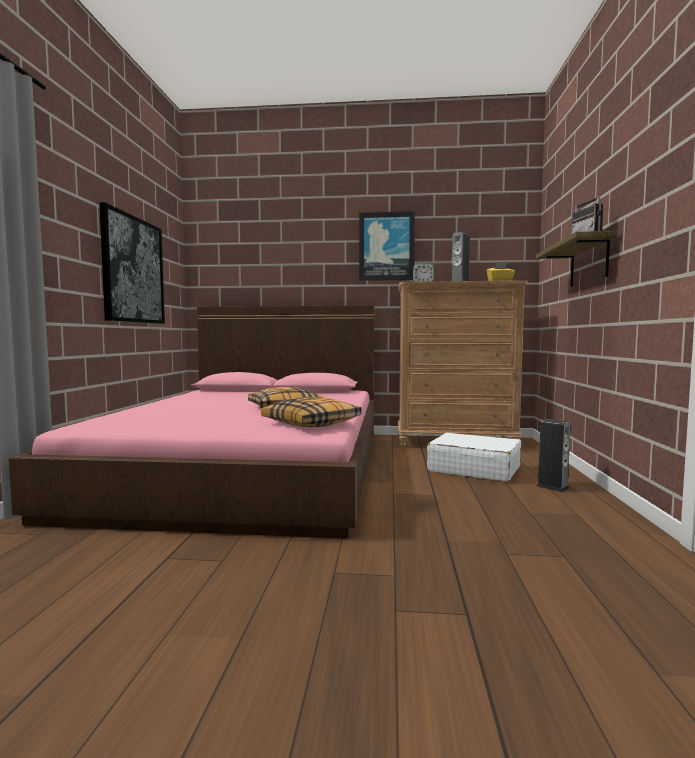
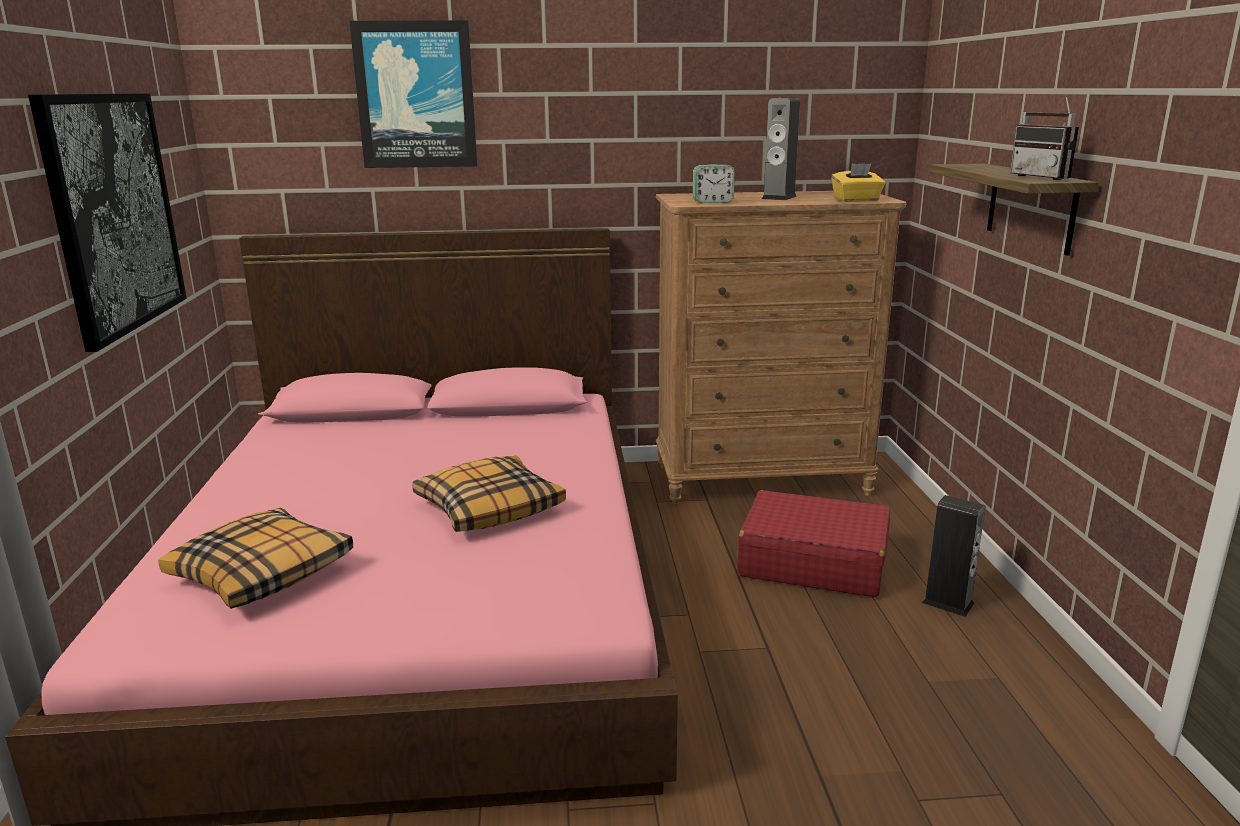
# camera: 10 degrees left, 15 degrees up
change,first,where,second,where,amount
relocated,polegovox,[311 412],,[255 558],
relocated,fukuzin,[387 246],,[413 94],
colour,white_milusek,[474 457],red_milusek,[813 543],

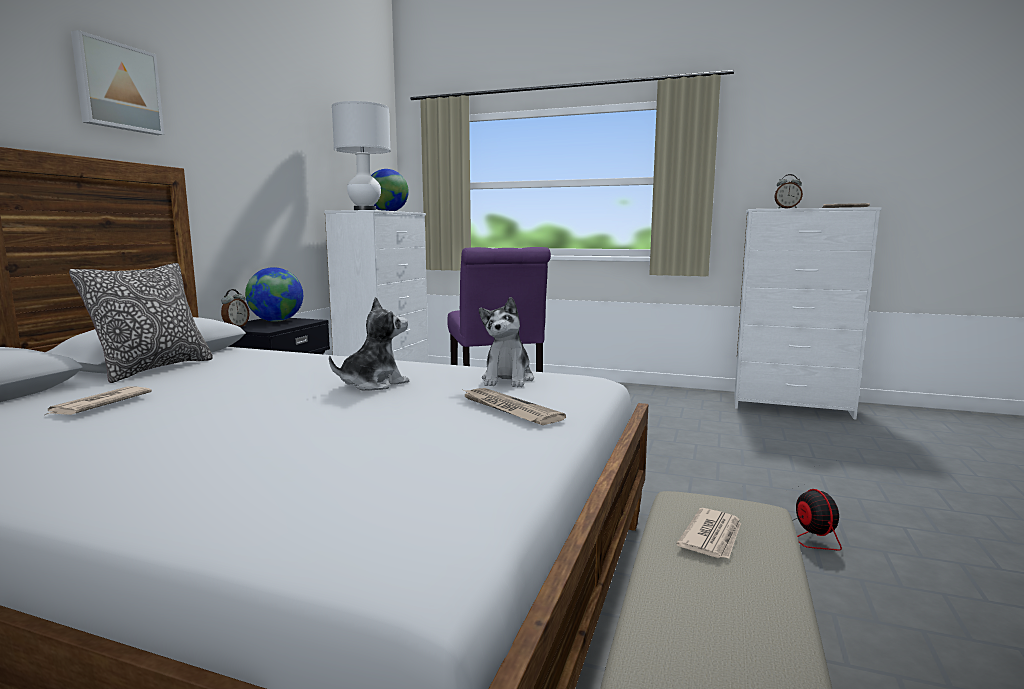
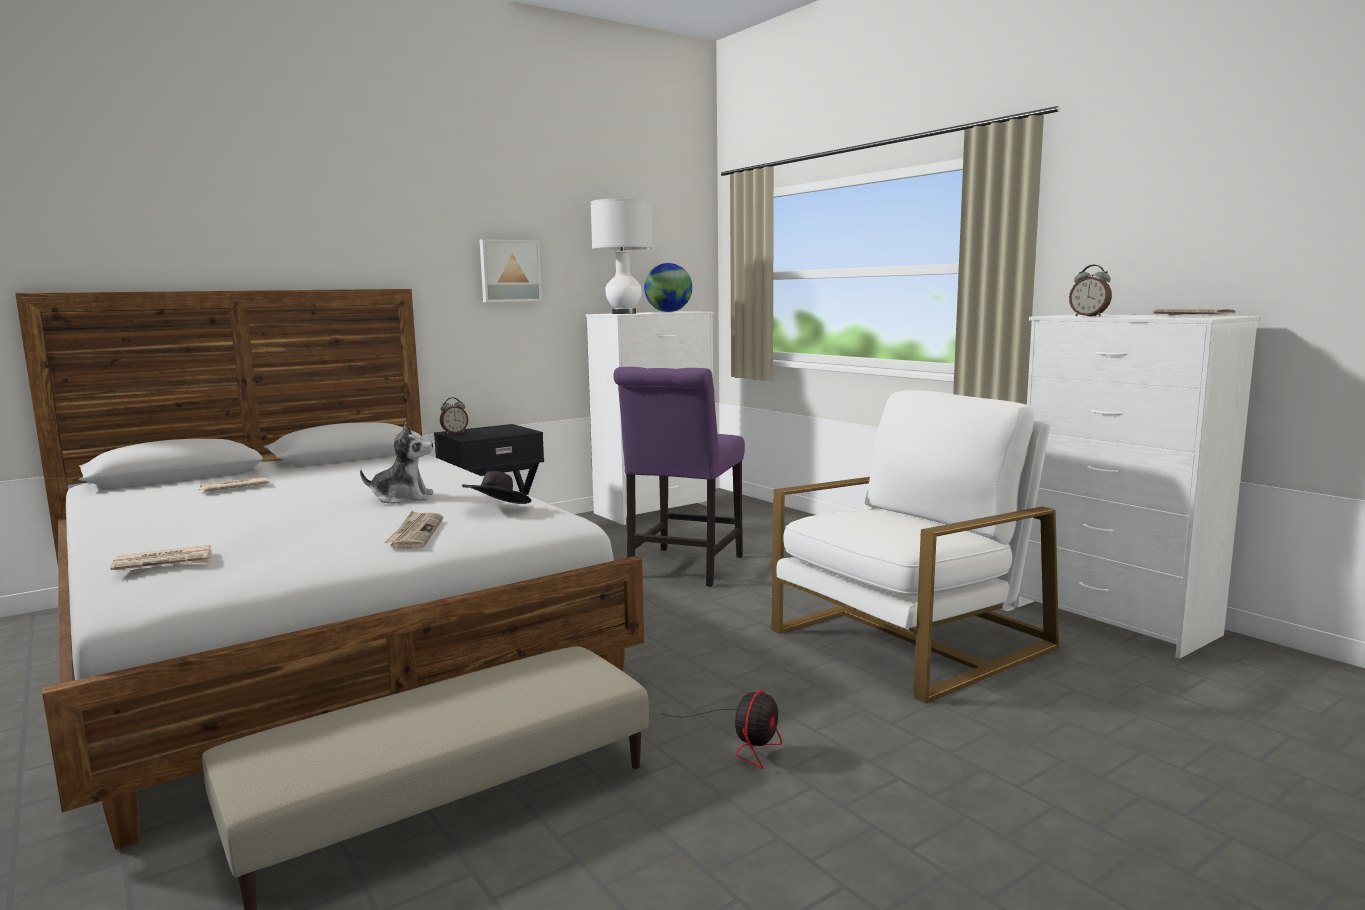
# camera: 35 degrees right, 0 degrees up
change,first,where,second,where,amount
missing,polegovox,[141 323],,,
missing,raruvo,[274 294],,,
appeared,,,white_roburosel,[915 547],
relocated,fukuzin,[117 82],,[511 270],
relocated,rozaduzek,[709 533],,[161 558],
exchanged,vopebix,[506 342],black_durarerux,[496 487],

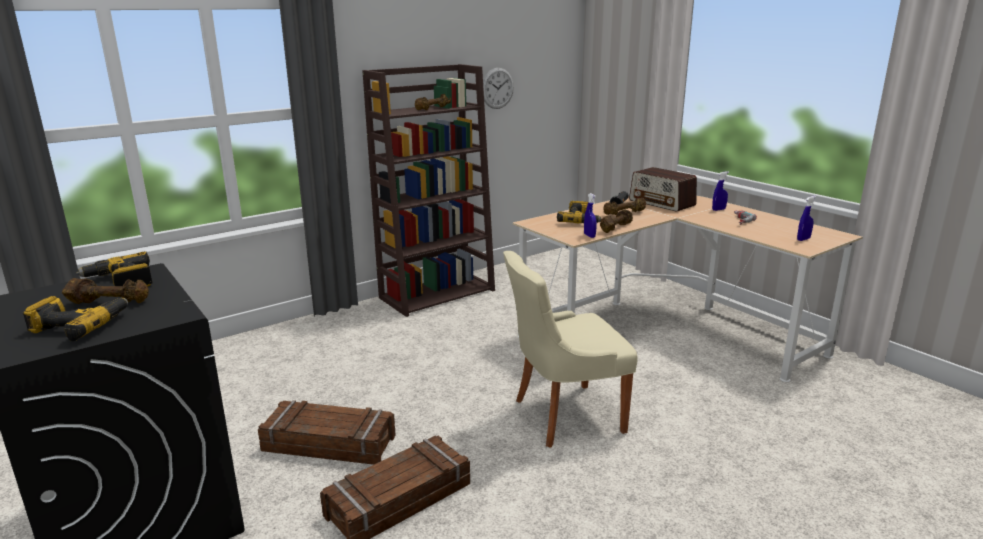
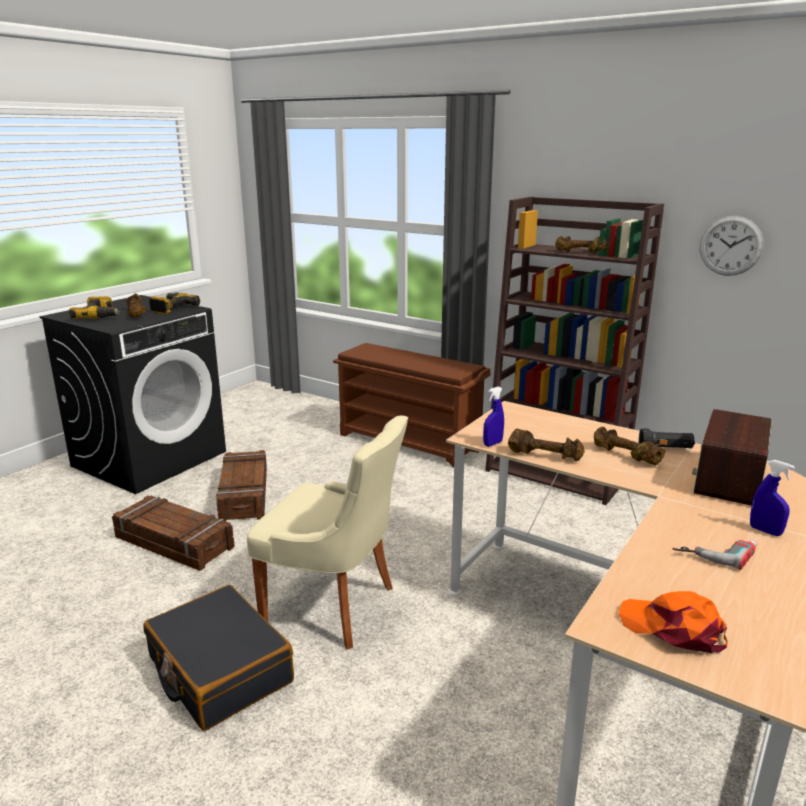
# camera: 70 degrees right, 0 degrees up
change,first,where,second,where,amount
missing,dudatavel,[579 212],,,
appeared,,,black_milusek,[218 658],
appeared,,,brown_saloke,[412 405],
exchanged,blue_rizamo,[806 218],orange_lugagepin,[672 622],
spun,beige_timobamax,[570 349],,[327 532],150 degrees clockwise

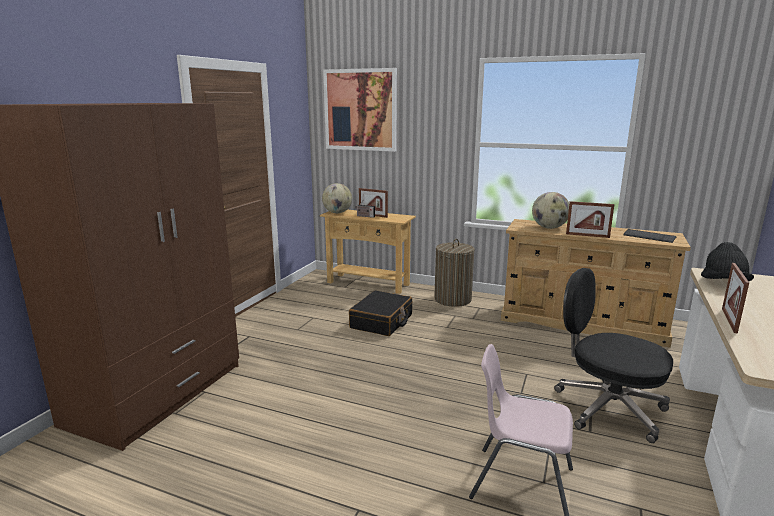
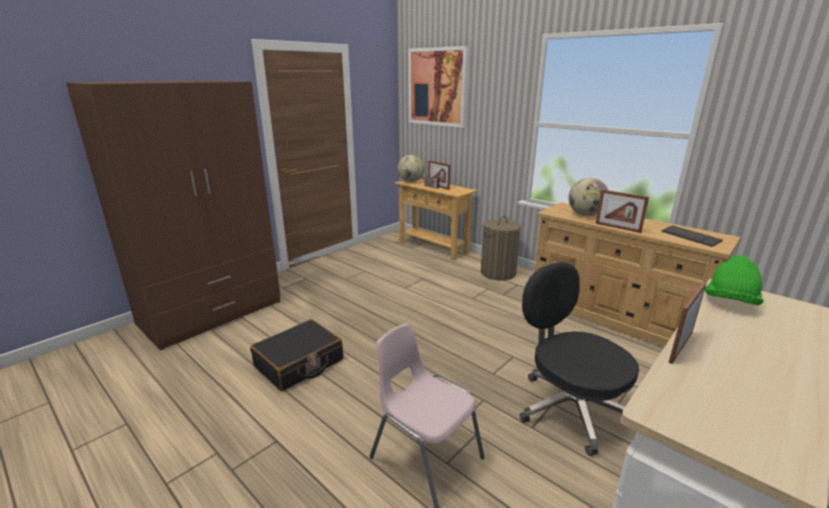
# camera: 20 degrees right, 5 degrees up
change,first,where,second,where,amount
relocated,black_milusek,[380 313],,[296 355],
colour,black_durarerux,[727 261],green_durarerux,[734 280],

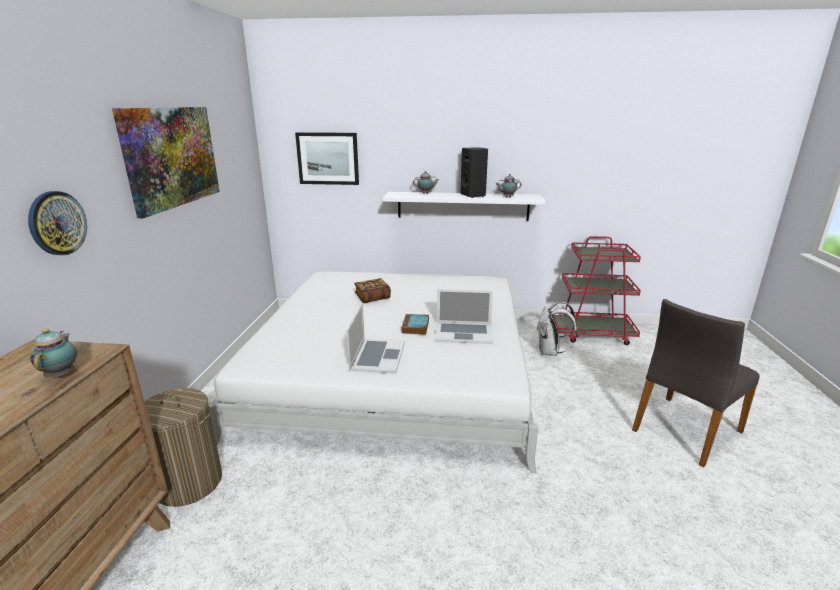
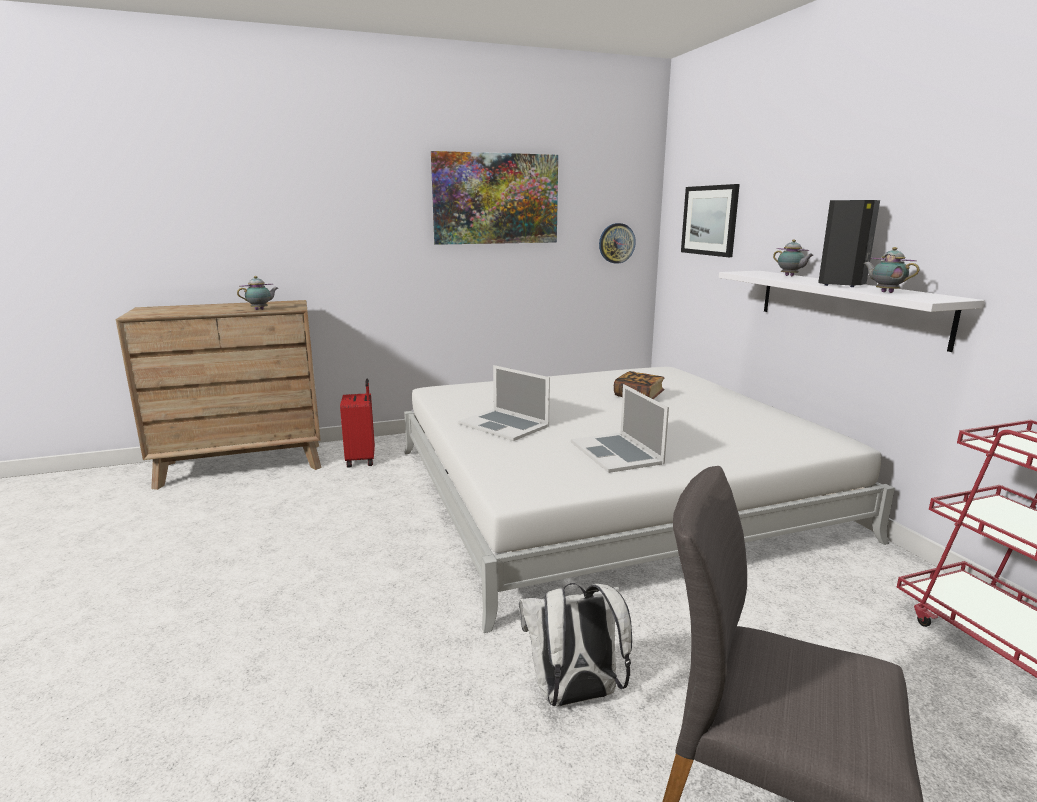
# camera: 65 degrees right, 5 degrees down
change,first,where,second,where,amount
missing,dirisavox,[415 324],,,
relocated,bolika,[57 223],,[617 243],
relocated,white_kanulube,[557 329],,[575 644],
exchanged,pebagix,[183 447],red_milusek,[357 423],
spun,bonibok,[376 338],,[504 403],60 degrees clockwise

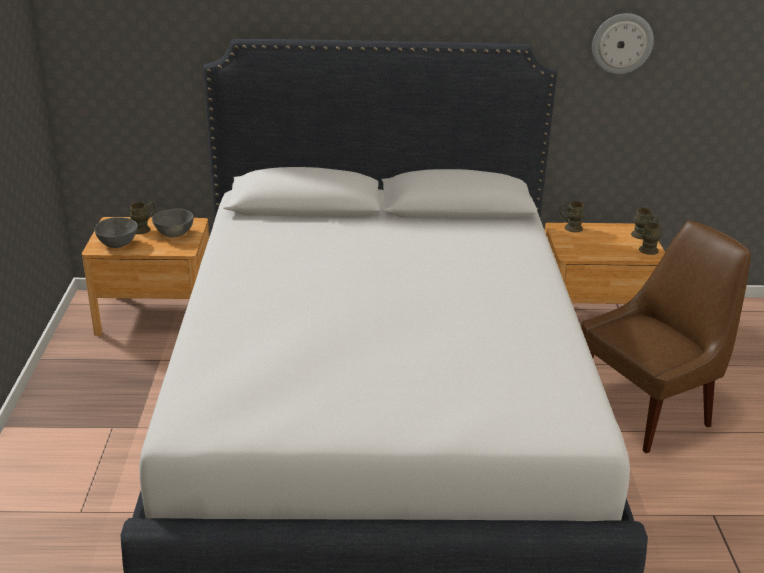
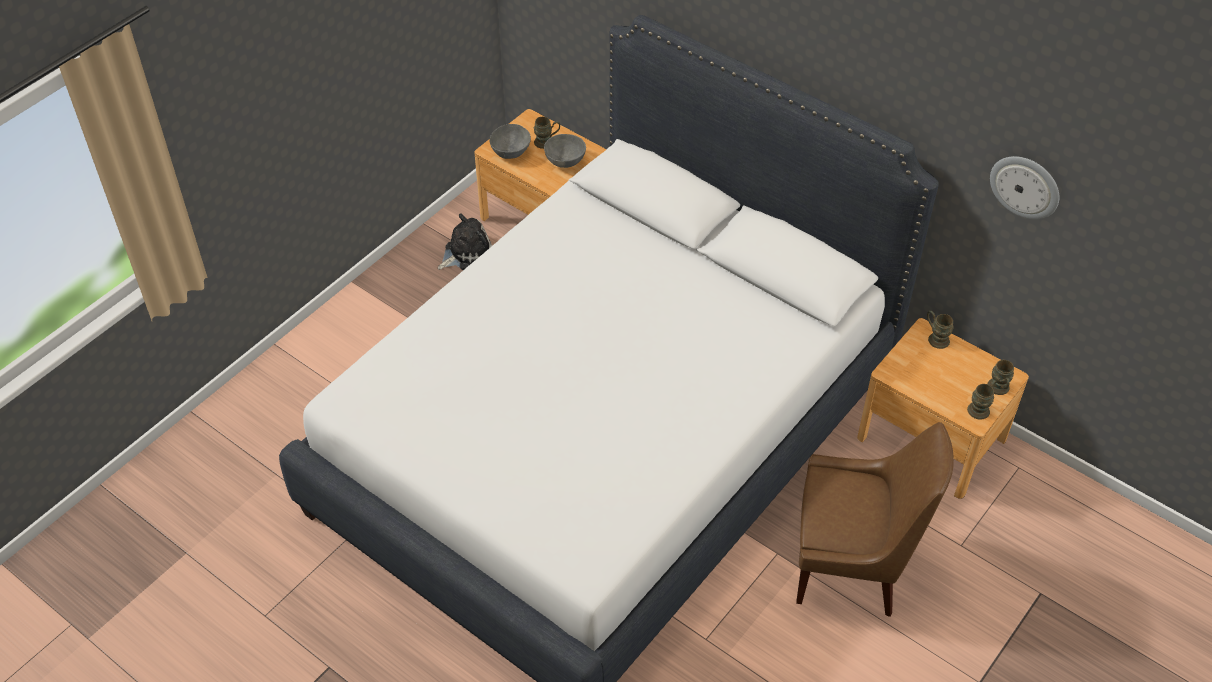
# camera: 40 degrees right, 20 degrees up
change,first,where,second,where,amount
appeared,,,vopebix,[465 241],

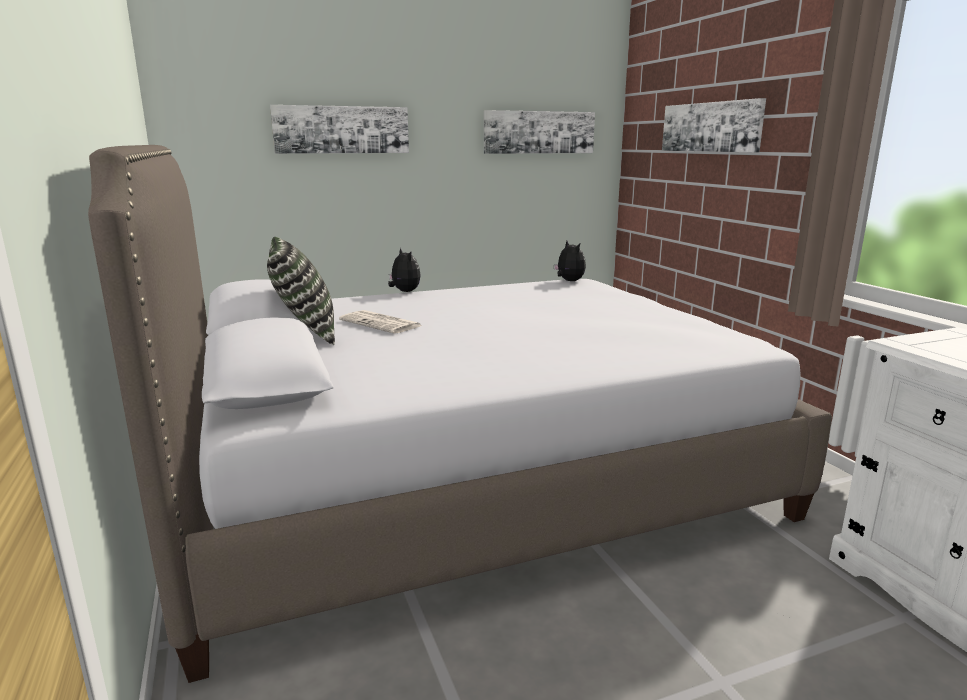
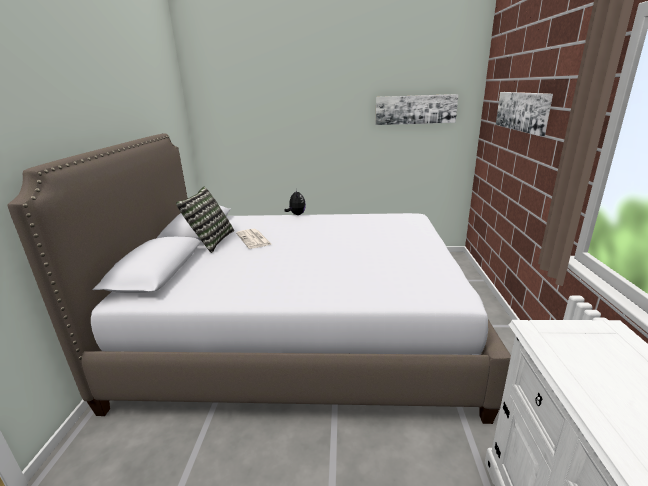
# camera: 25 degrees right, 5 degrees up
change,first,where,second,where,amount
missing,fukuzin,[339 129],,,
missing,vopebix,[570 261],,,

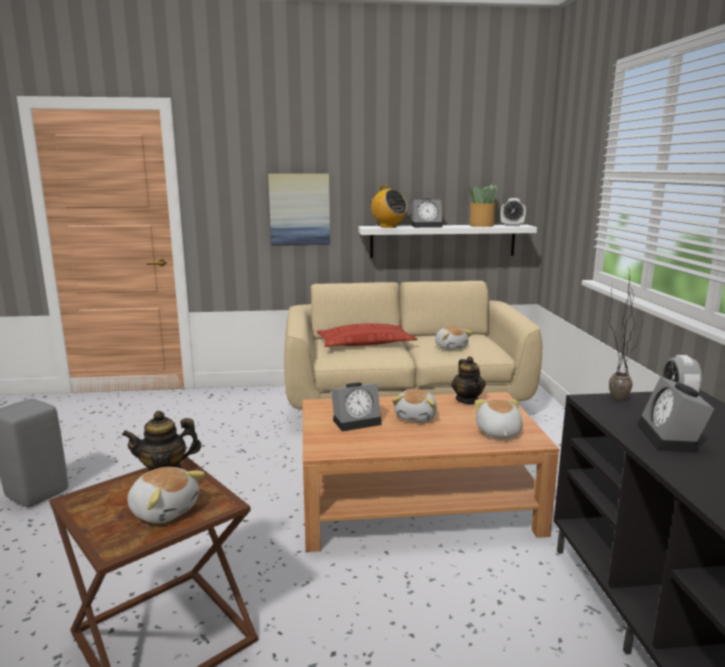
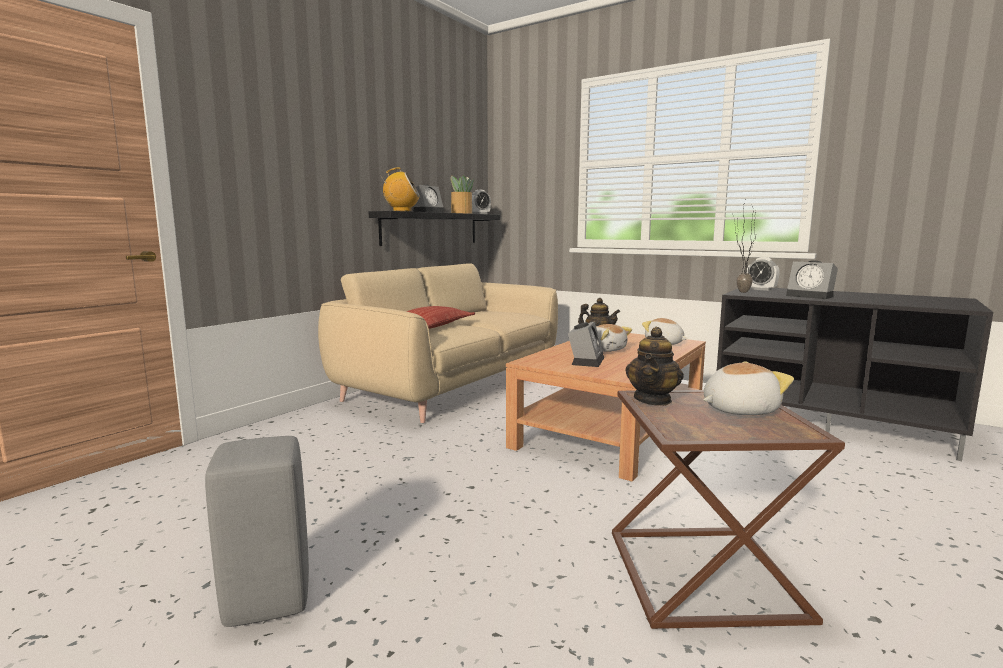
# camera: 50 degrees left, 5 degrees down
change,first,where,second,where,amount
missing,fukuzin,[299 210],,,
missing,vopebix,[453 338],,,
colour,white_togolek,[447 241],black_togolek,[434 228],

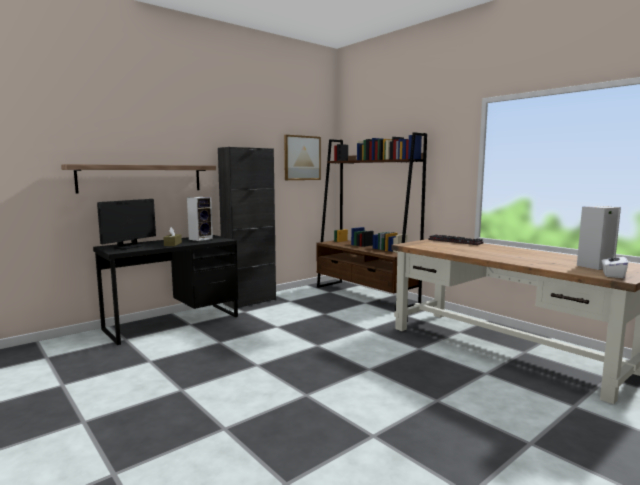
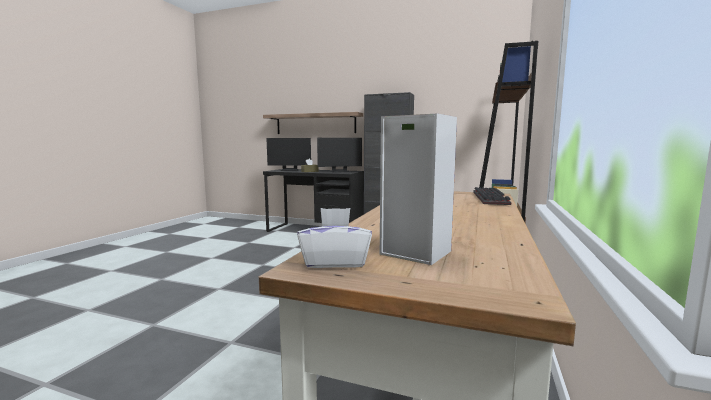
# camera: 60 degrees right, 0 degrees up
change,first,where,second,where,amount
missing,fukuzin,[302 157],,,
exchanged,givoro,[200 219],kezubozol,[339 155],

